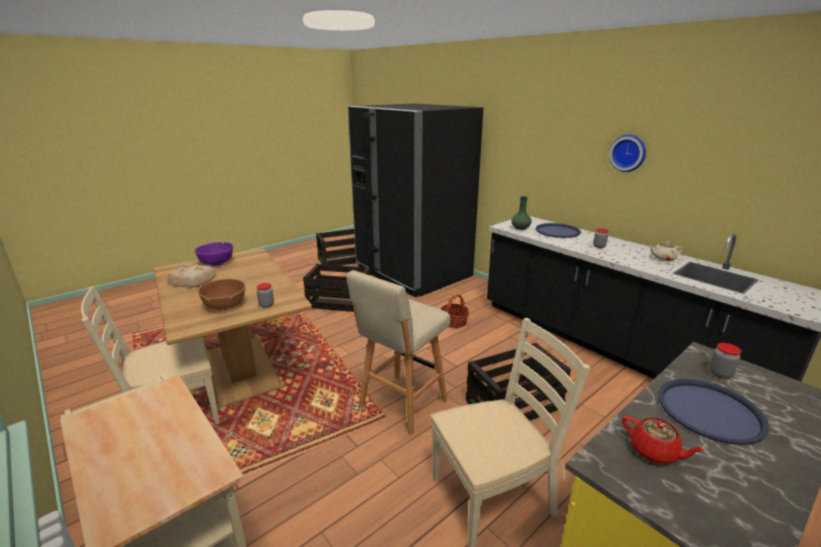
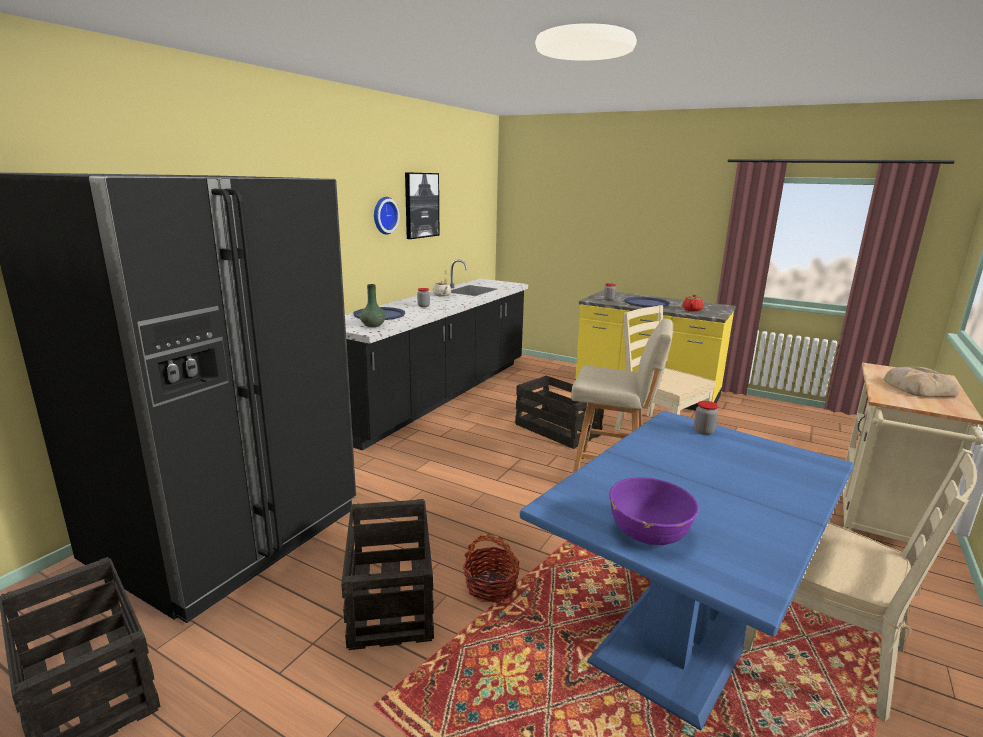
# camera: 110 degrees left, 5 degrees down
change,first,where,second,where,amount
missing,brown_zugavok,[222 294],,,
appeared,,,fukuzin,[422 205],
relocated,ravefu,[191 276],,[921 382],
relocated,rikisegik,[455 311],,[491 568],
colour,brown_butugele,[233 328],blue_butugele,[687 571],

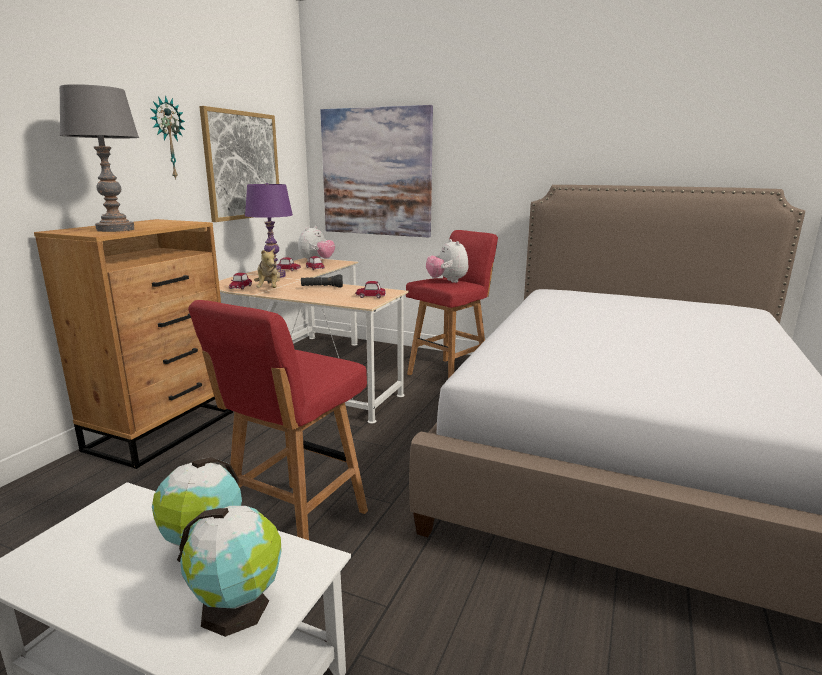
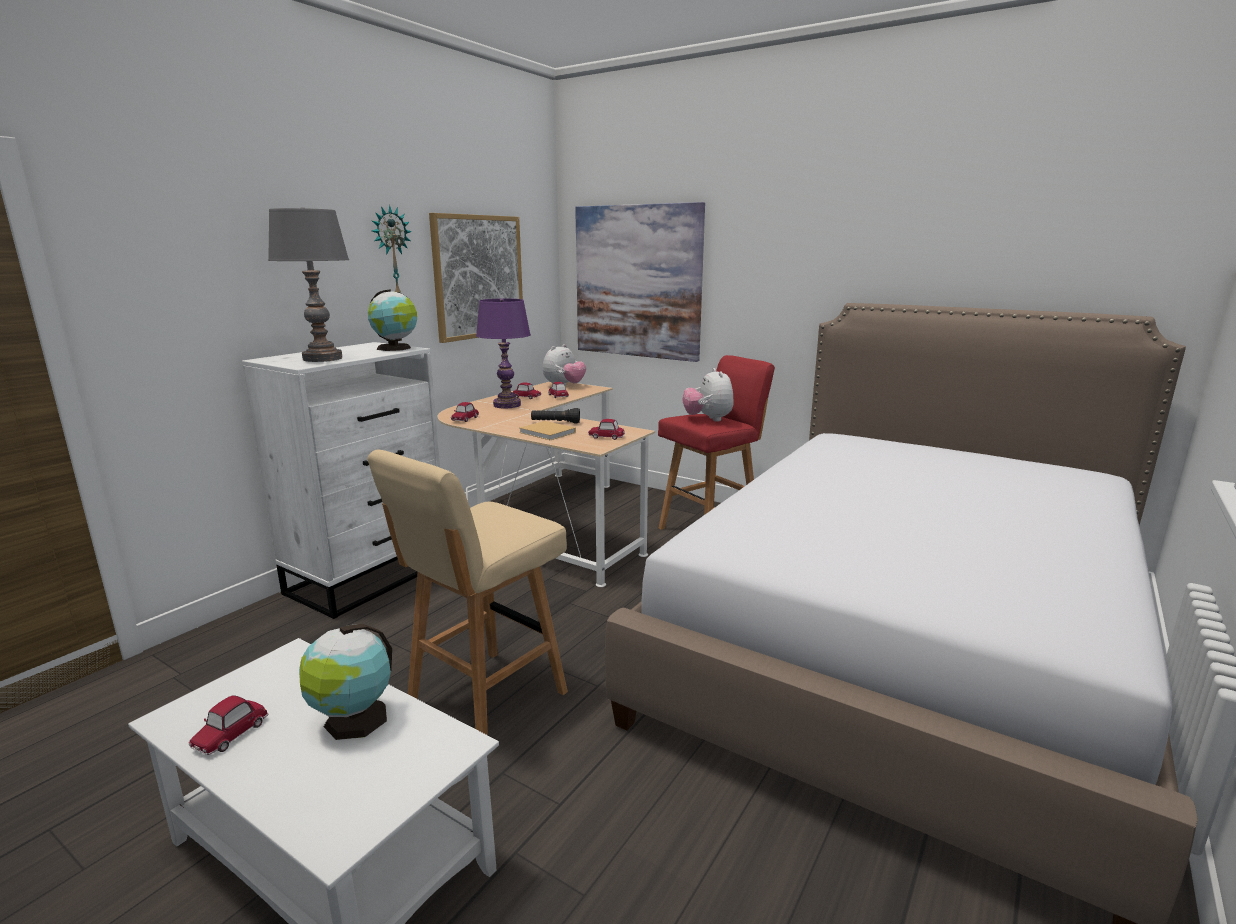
# camera: 10 degrees right, 0 degrees up
change,first,where,second,where,amount
missing,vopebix,[267 267],,,
appeared,,,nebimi,[228 725],
appeared,,,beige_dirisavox,[547 430],
relocated,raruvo,[230 571],,[392 320],
colour,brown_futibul,[133 344],white_futibul,[341 480],
colour,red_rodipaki,[278 420],beige_rodipaki,[467 592],

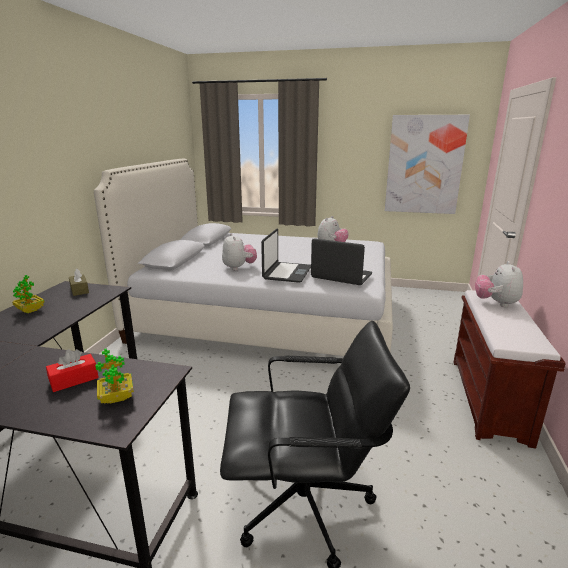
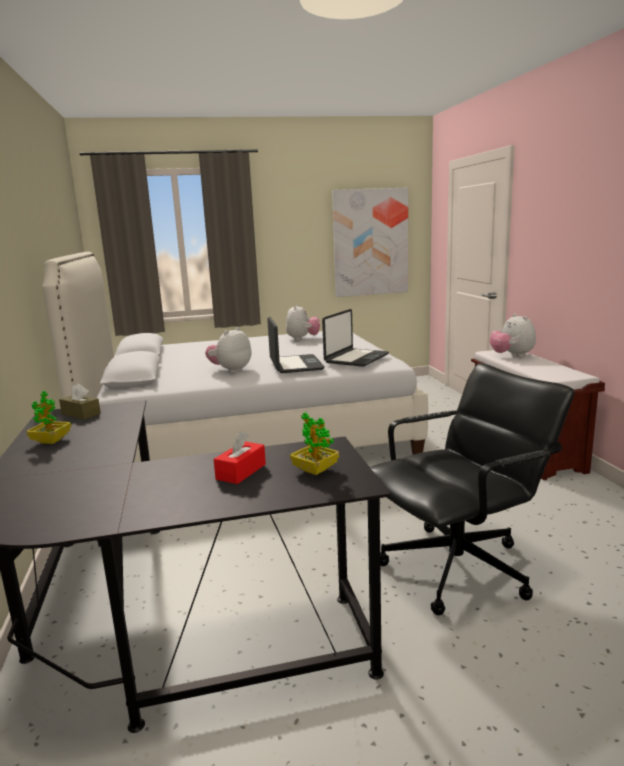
# camera: 25 degrees left, 5 degrees down
change,first,where,second,where,amount
spun,vopebix,[239 252],,[228 350],105 degrees counterclockwise
spun,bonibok,[341 261],,[355 338],120 degrees clockwise

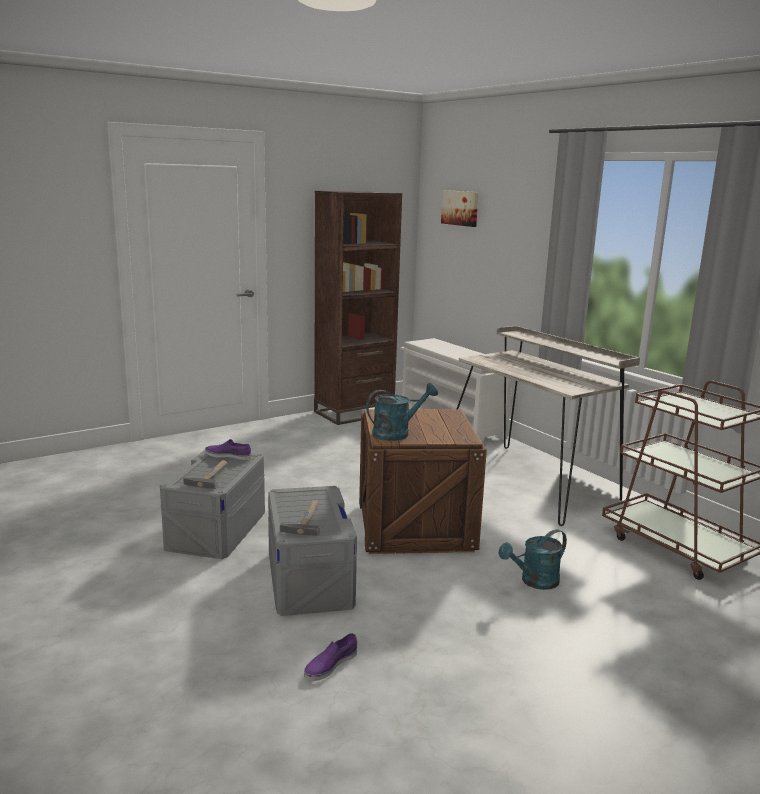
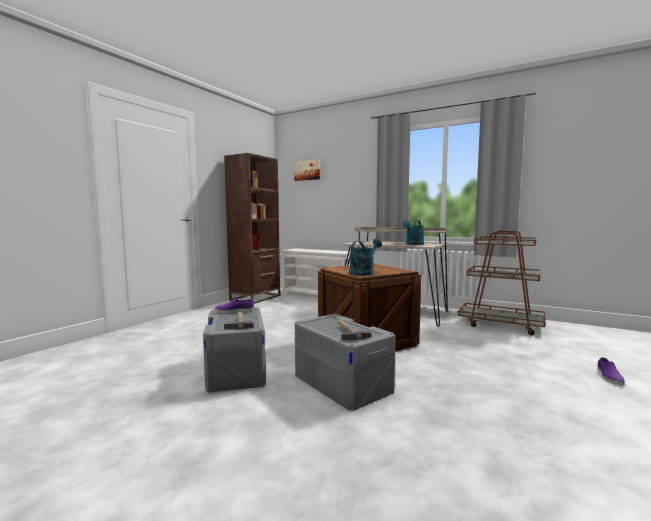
# camera: 25 degrees left, 10 degrees down
change,first,where,second,where,amount
relocated,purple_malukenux,[330 657],,[611 371],
relocated,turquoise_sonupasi,[532 559],,[413 232],

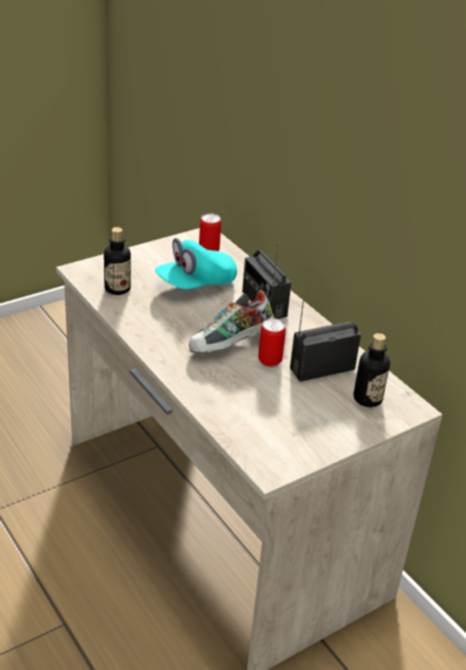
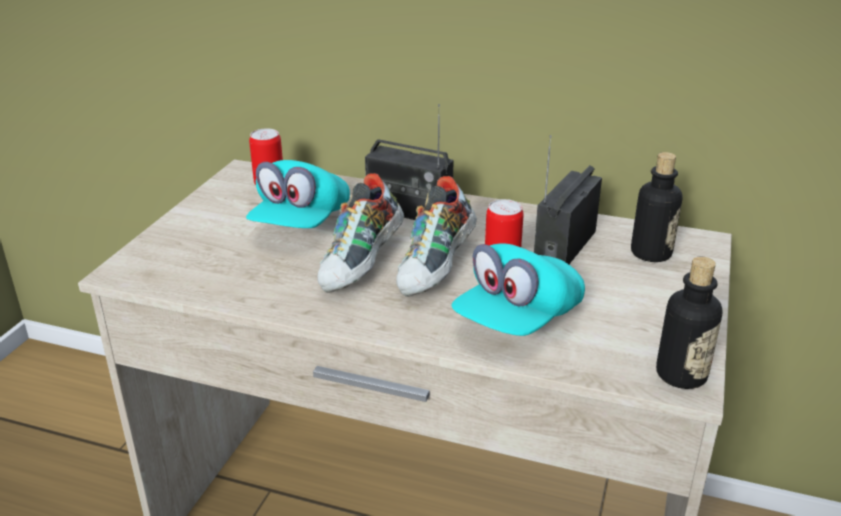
# camera: 35 degrees left, 5 degrees down
change,first,where,second,where,amount
appeared,,,malukenux,[360 233],
appeared,,,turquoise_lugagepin,[518 289],
relocated,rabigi,[117 261],,[689 323],

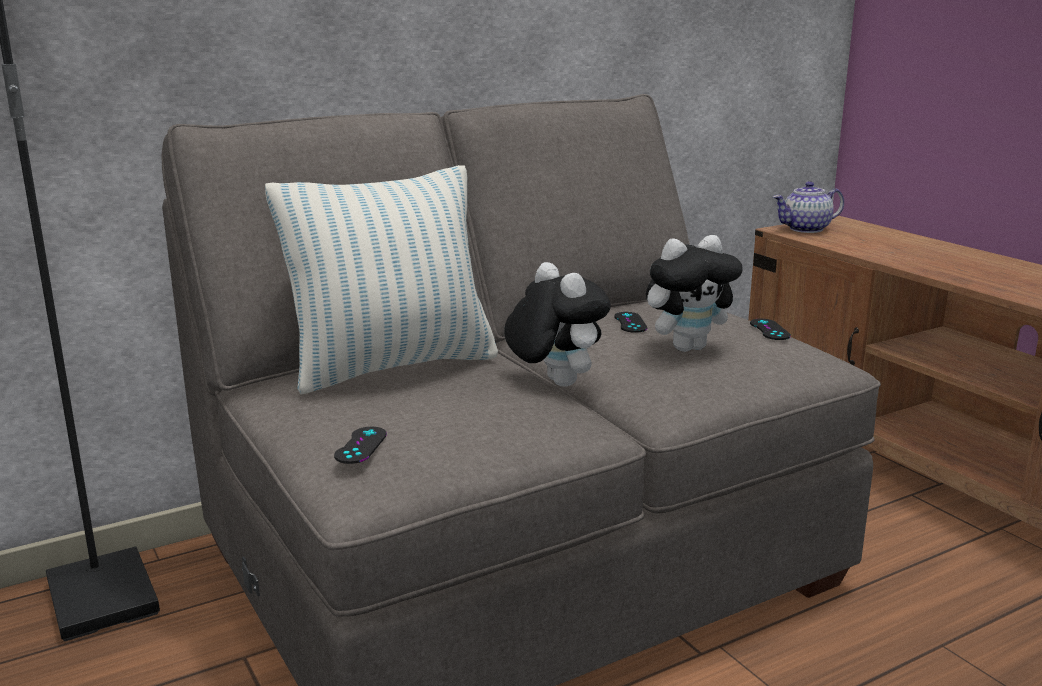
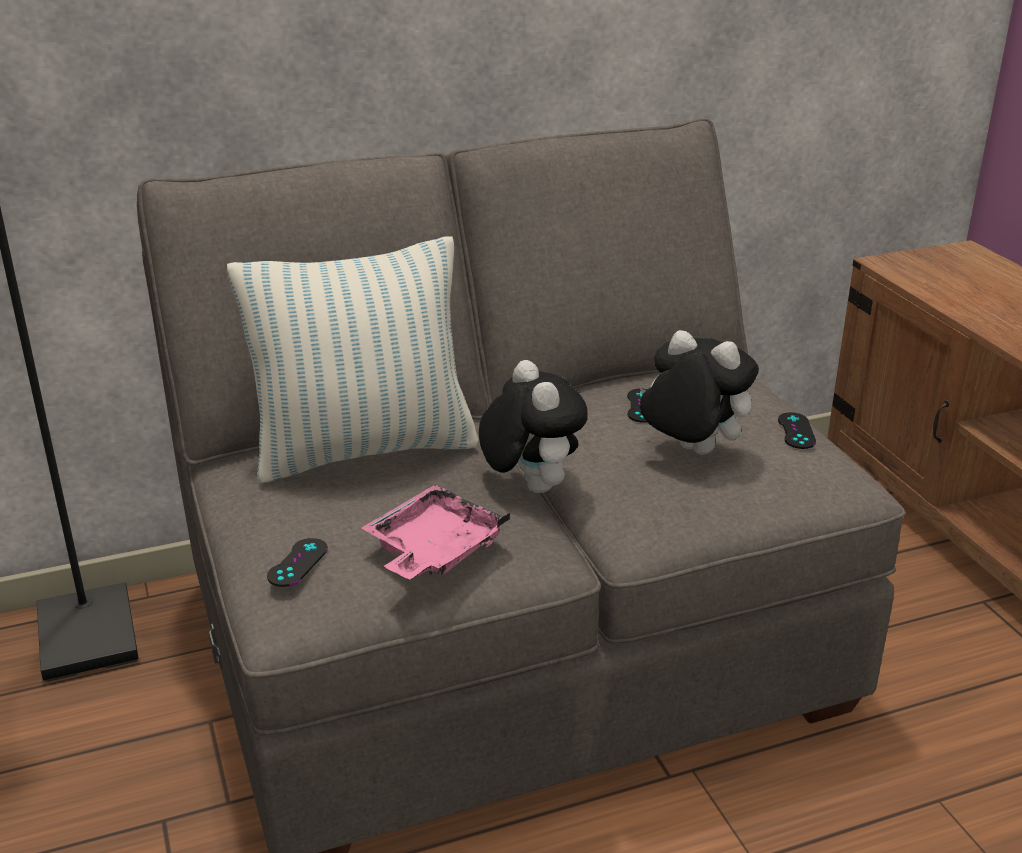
# camera: 10 degrees right, 10 degrees up
change,first,where,second,where,amount
missing,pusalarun,[808 207],,,
appeared,,,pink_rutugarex,[435 532],
spun,vopebix,[694 293],,[699 392],135 degrees counterclockwise

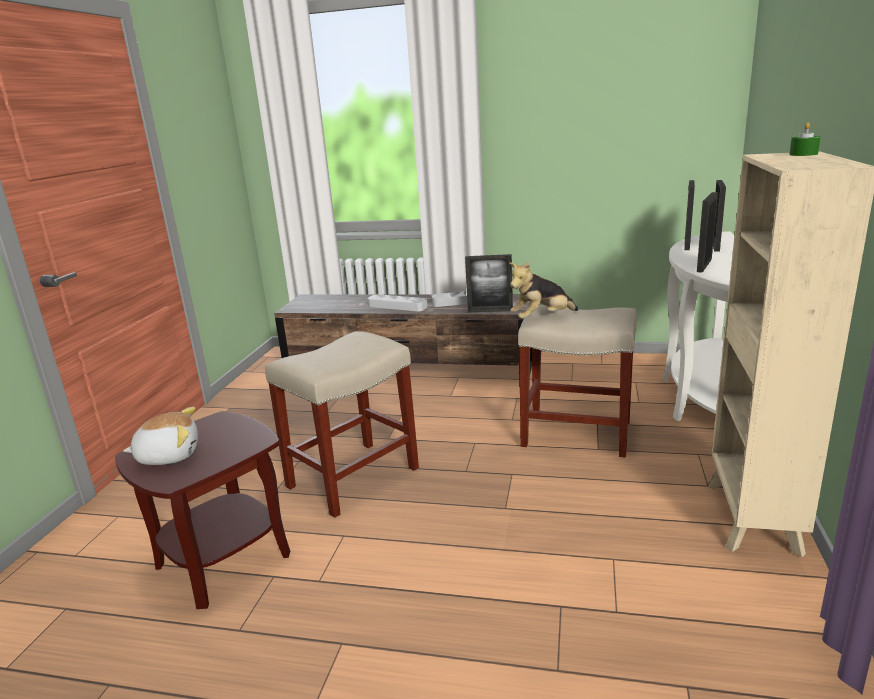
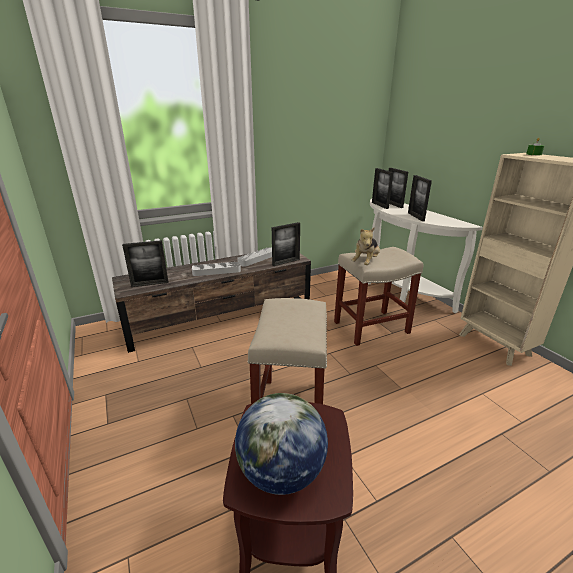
# camera: 40 degrees left, 5 degrees up
change,first,where,second,where,amount
appeared,,,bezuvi,[145 263],
exchanged,vopebix,[160 436],raruvo,[281 444],

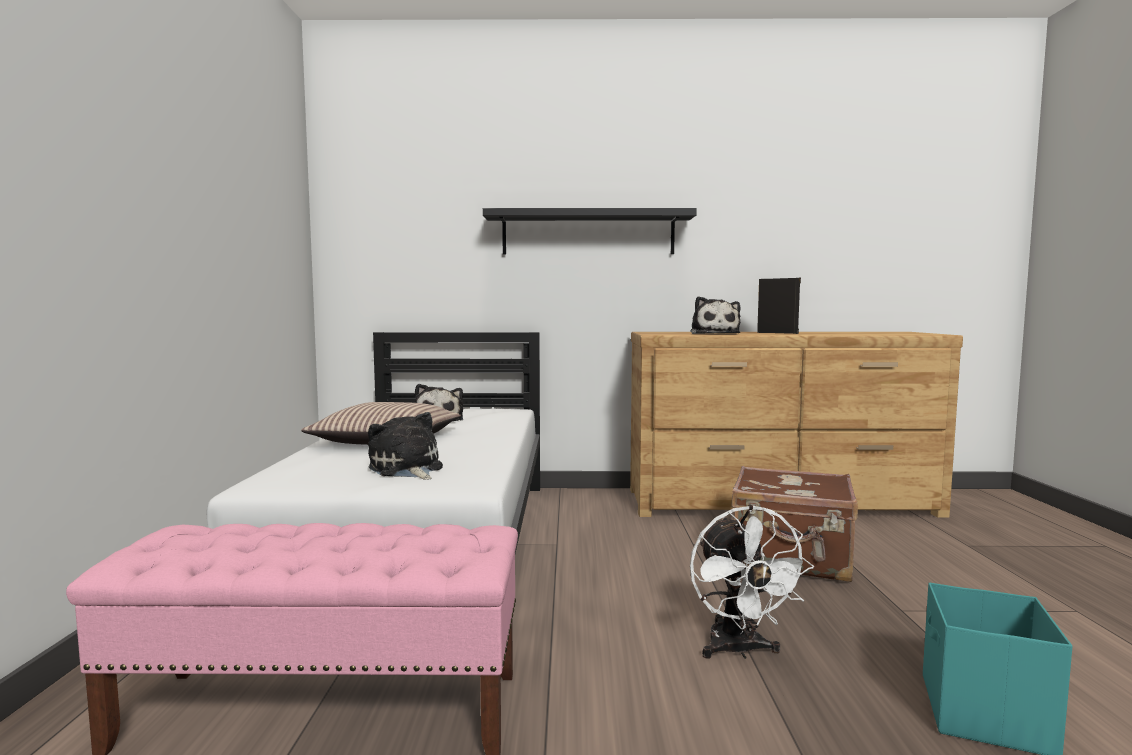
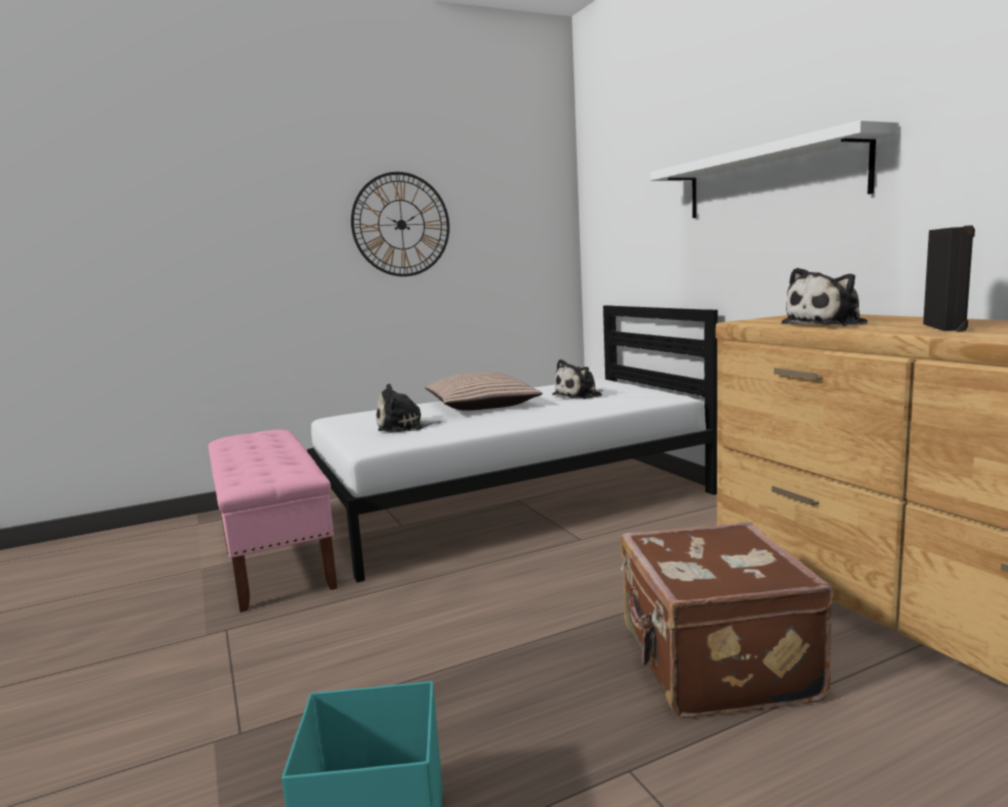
# camera: 65 degrees right, 5 degrees up
change,first,where,second,where,amount
missing,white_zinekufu,[752 582],,,
appeared,,,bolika,[400 224],
colour,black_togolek,[590 231],white_togolek,[774 169],
spun,vopebix,[405 446],,[409 408],135 degrees counterclockwise

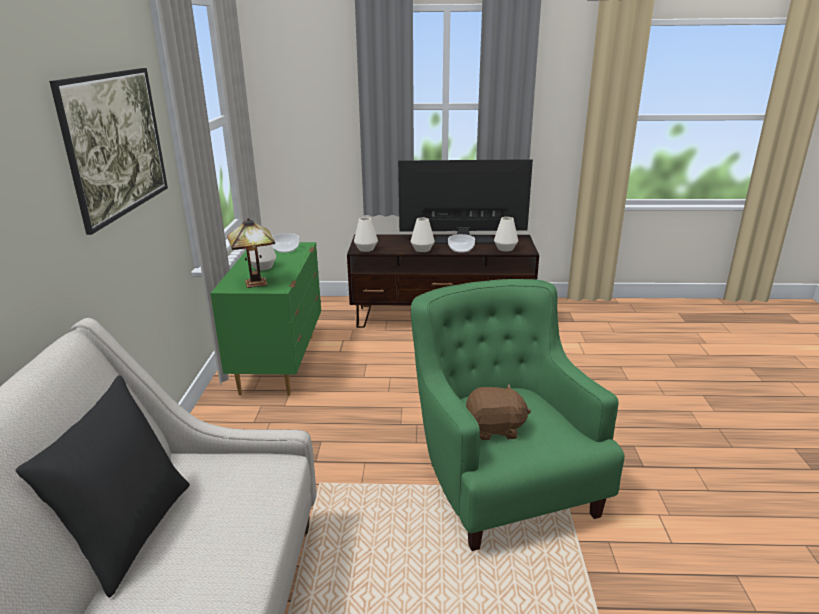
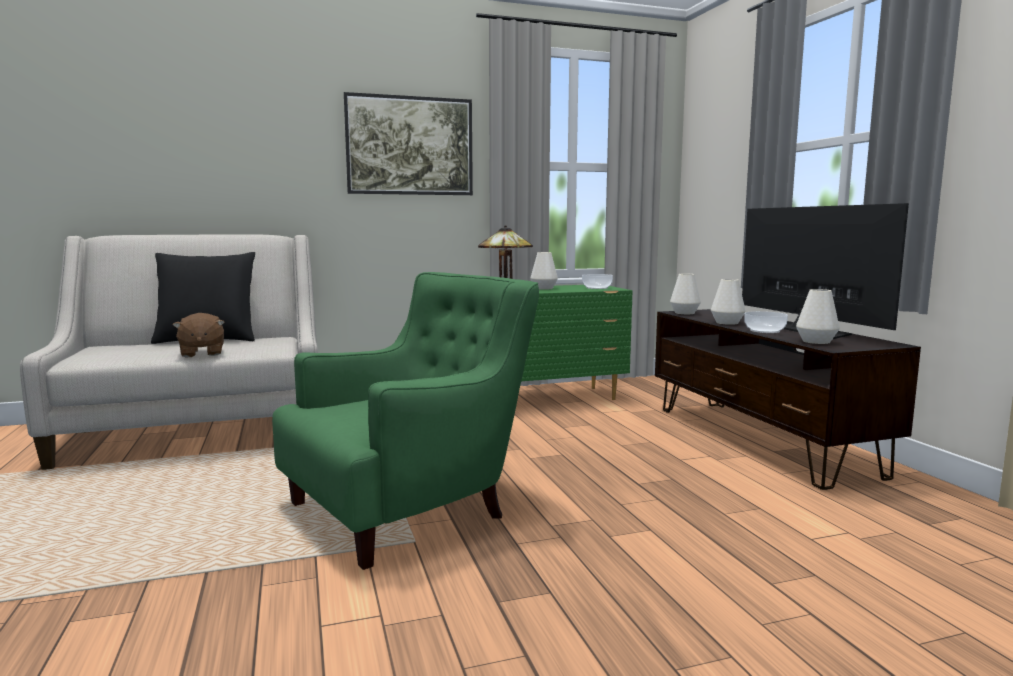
# camera: 70 degrees right, 15 degrees down
change,first,where,second,where,amount
relocated,brown_vopebix,[498 412],,[199 335],

